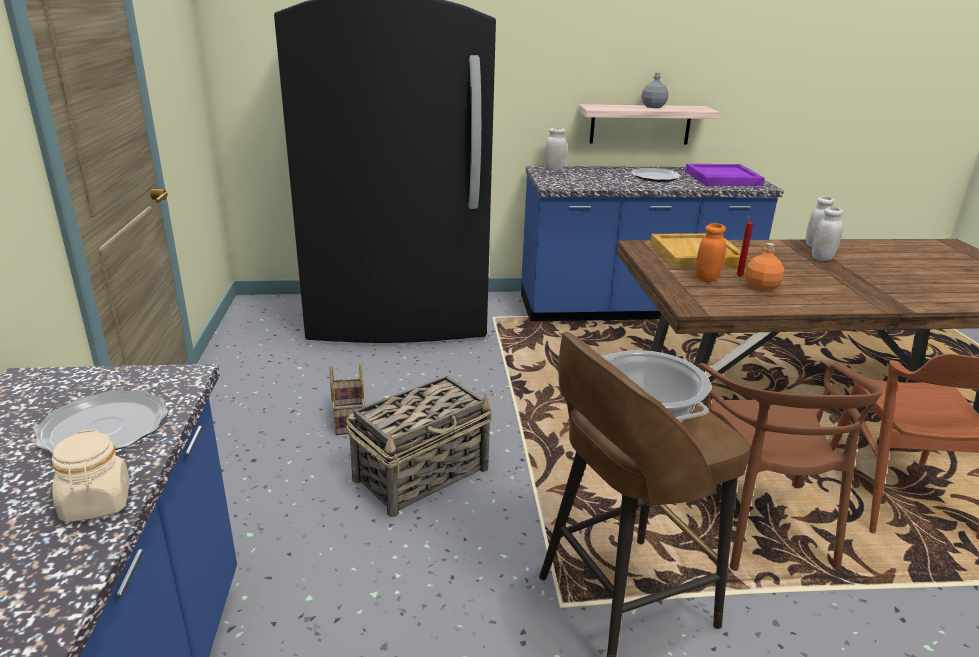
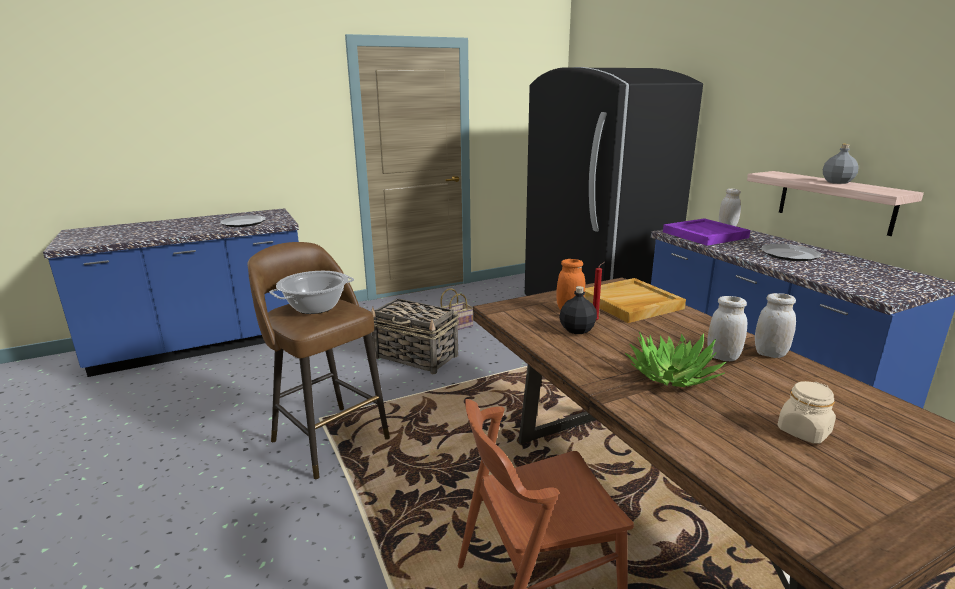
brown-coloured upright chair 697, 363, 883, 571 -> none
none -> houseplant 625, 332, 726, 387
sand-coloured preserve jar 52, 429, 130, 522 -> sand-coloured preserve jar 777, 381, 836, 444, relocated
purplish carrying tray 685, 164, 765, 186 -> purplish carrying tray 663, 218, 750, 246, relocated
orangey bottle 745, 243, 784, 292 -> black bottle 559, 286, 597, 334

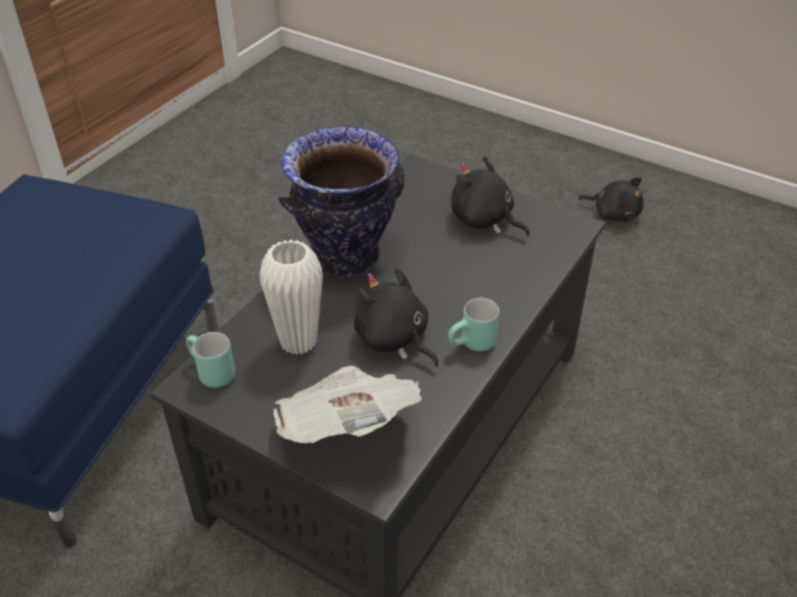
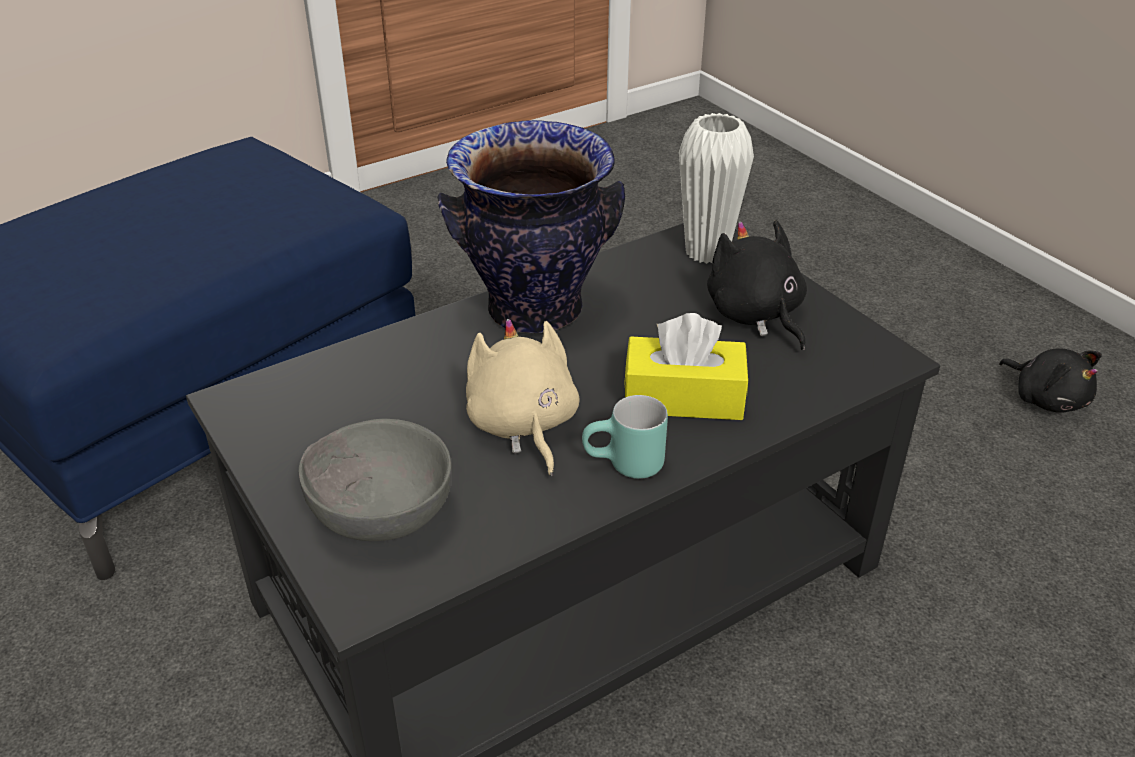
turquoise mug 186, 332, 235, 388 -> none
none -> yellow tissue holder 624, 313, 748, 420
whitish vase 260, 240, 323, 355 -> whitish vase 679, 113, 754, 264, relocated
newspaper 273, 366, 422, 443 -> greyish bowl 299, 419, 452, 541
black cuddly toy 354, 268, 439, 367 -> sand-coloured cuddly toy 466, 319, 580, 476

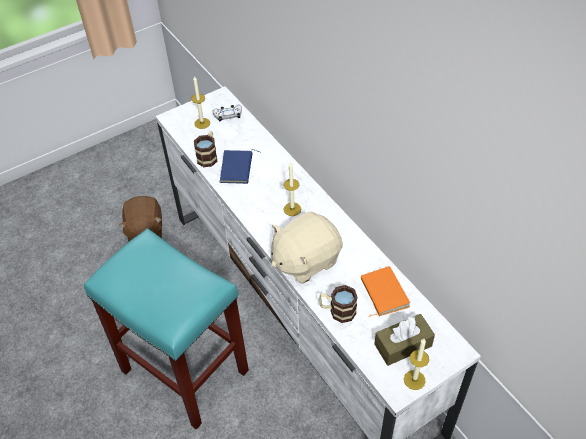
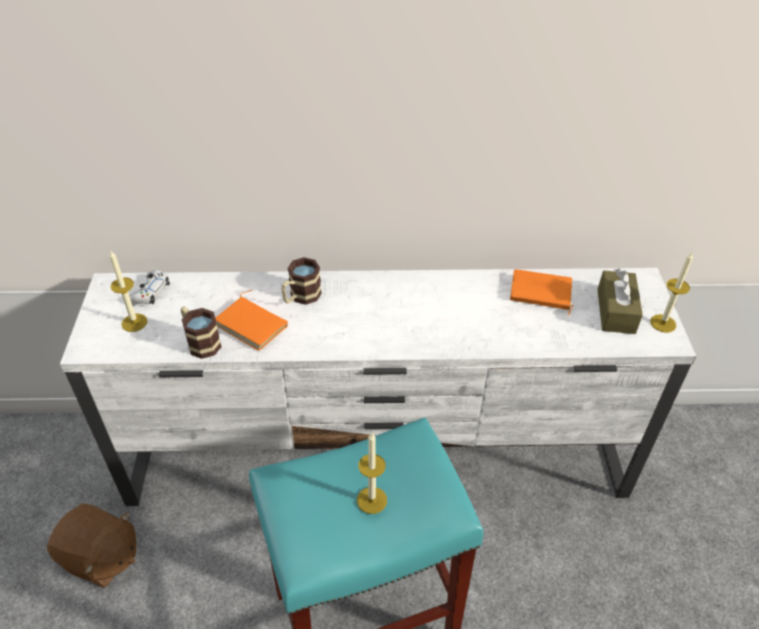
sand-coloured cuddly toy 271, 212, 343, 284 -> none
candle 284, 162, 301, 216 -> candle 357, 433, 387, 514, relocated
mug 319, 285, 358, 323 -> mug 281, 257, 322, 305, relocated
blue volume 219, 149, 260, 184 -> orangey volume 216, 290, 288, 351

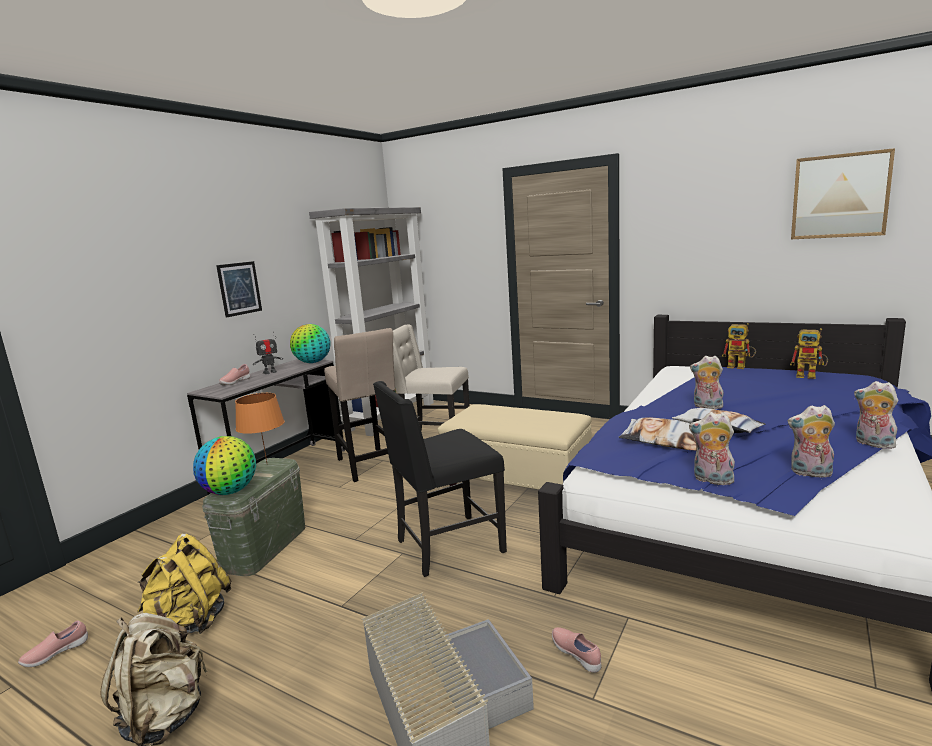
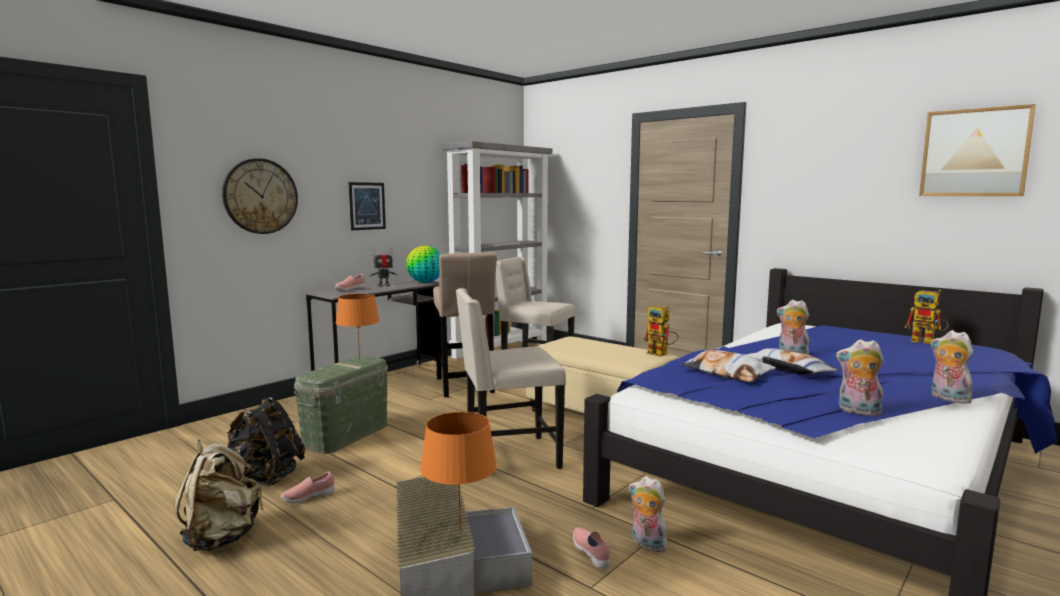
globe 193, 436, 256, 495 -> none
none -> hanging clock 222, 158, 298, 234
none -> orangey tabletop lamp 420, 412, 497, 531
pink-coloured item of footwear 18, 621, 88, 667 -> pink-coloured item of footwear 281, 472, 335, 504, relocated
cuddly toy 689, 412, 735, 485 -> cuddly toy 629, 476, 667, 552, relocated
model robot 722, 323, 756, 369 -> model robot 643, 306, 679, 357, relocated
yellow knapsack 137, 534, 232, 634 -> black knapsack 227, 397, 306, 486
black upright chair 373, 381, 507, 577 -> sand-coloured upright chair 456, 288, 566, 469

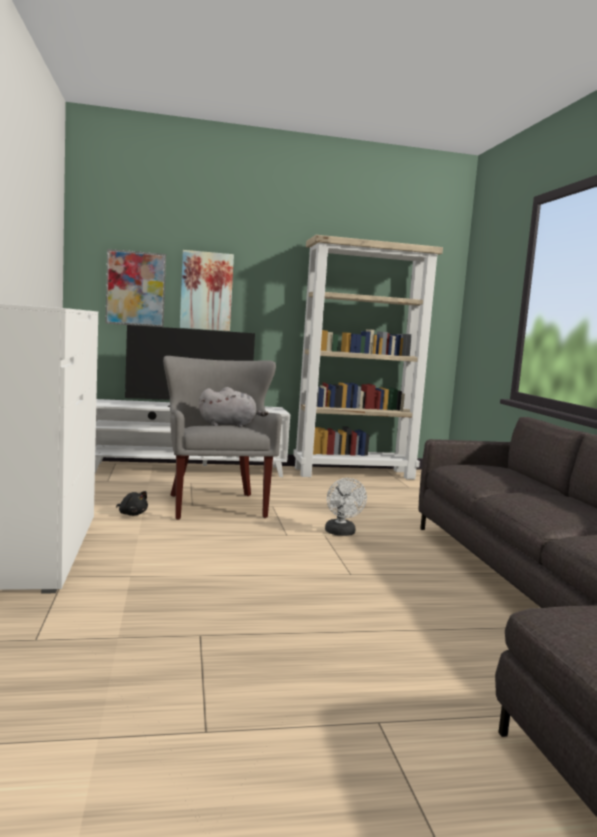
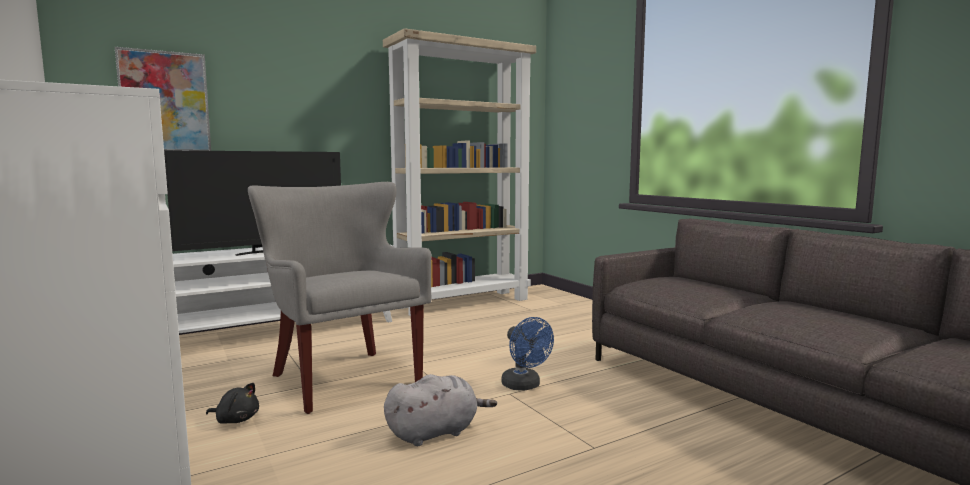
wall art 180, 250, 234, 331 -> none
greyish cuddly toy 199, 387, 269, 427 -> greyish cuddly toy 384, 374, 497, 446, relocated
whitish cooling fan 325, 478, 367, 536 -> blue cooling fan 501, 317, 554, 391

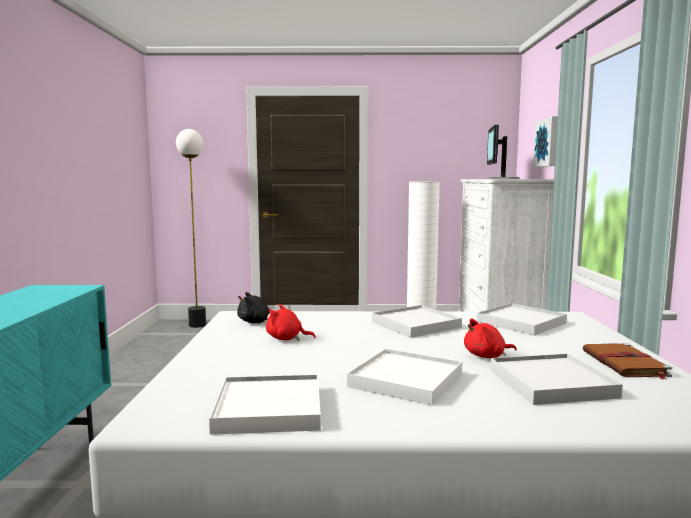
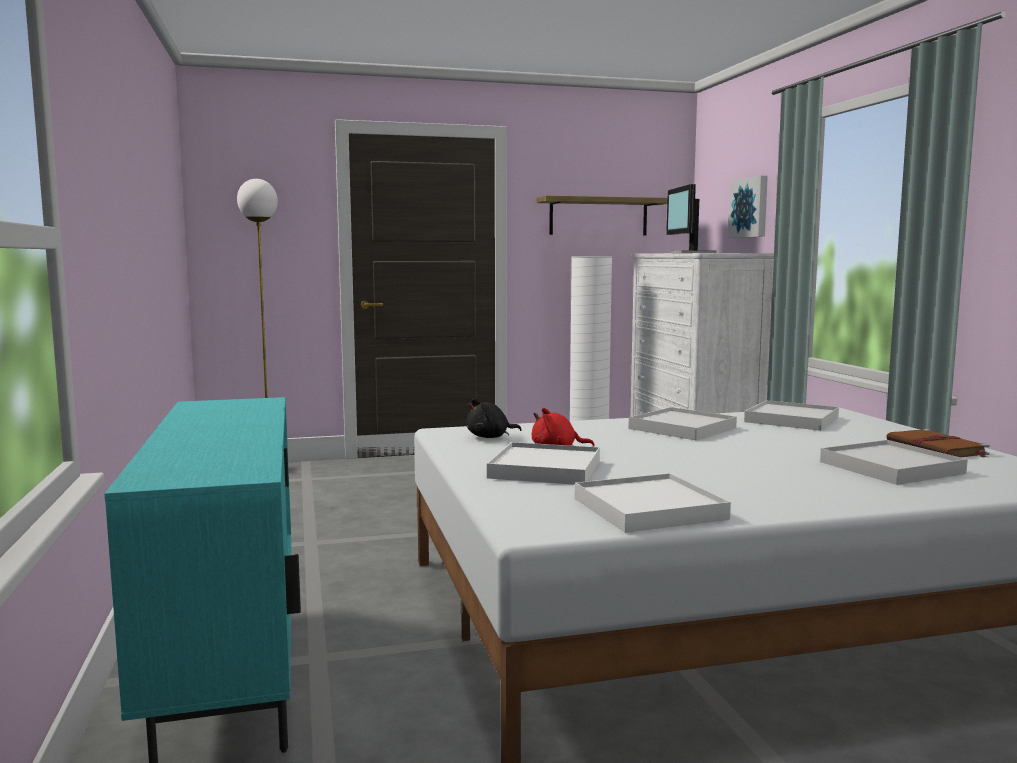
red cuddly toy 464, 319, 517, 358 -> none
none -> bracket shelf 537, 196, 667, 235
whitish carrying tray 347, 348, 462, 406 -> whitish carrying tray 487, 442, 600, 485, relocated

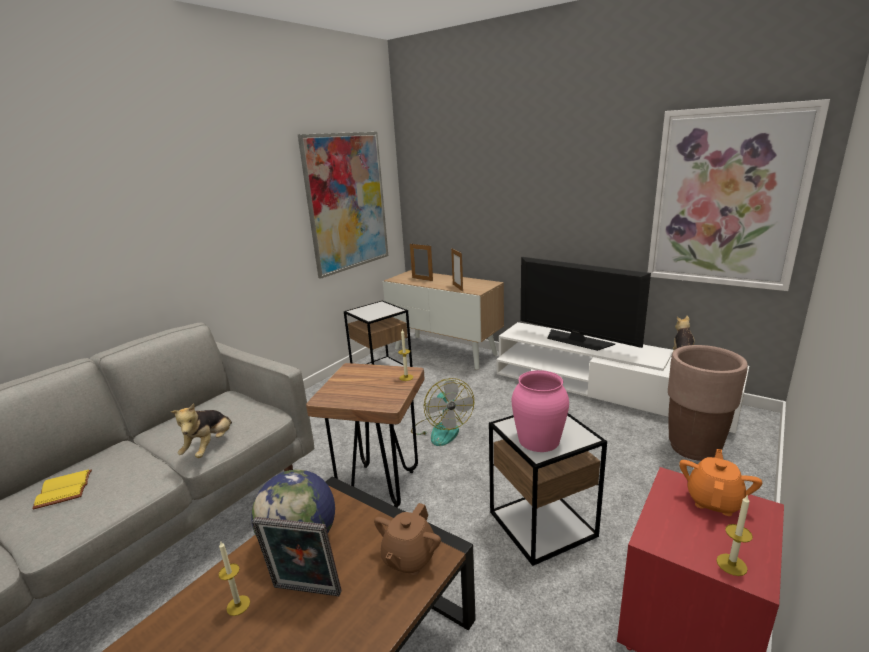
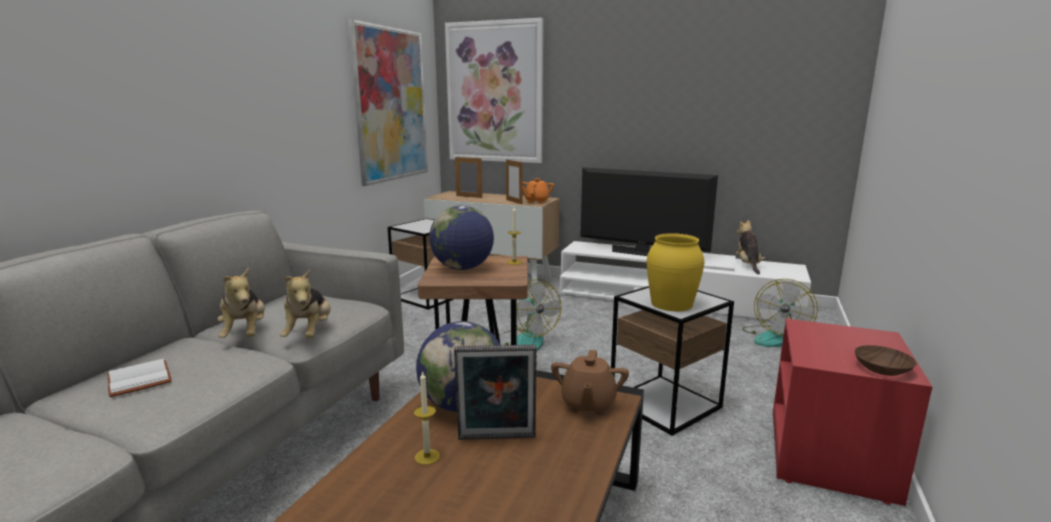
none -> cuddly toy 218, 268, 265, 338
none -> globe 429, 206, 494, 270
wall art 648, 99, 830, 291 -> wall art 445, 18, 543, 163, relocated
orangey teapot 679, 449, 762, 516 -> orangey teapot 522, 178, 554, 204, relocated
brown-coloured flower pot 668, 345, 748, 461 -> cooling fan 742, 279, 818, 347
candle 716, 494, 753, 576 -> brown-coloured bowl 854, 345, 917, 376
yellow volume 32, 469, 92, 510 -> whitish volume 107, 359, 172, 397
pink-coloured vase 512, 370, 569, 452 -> yellow vase 647, 233, 704, 311

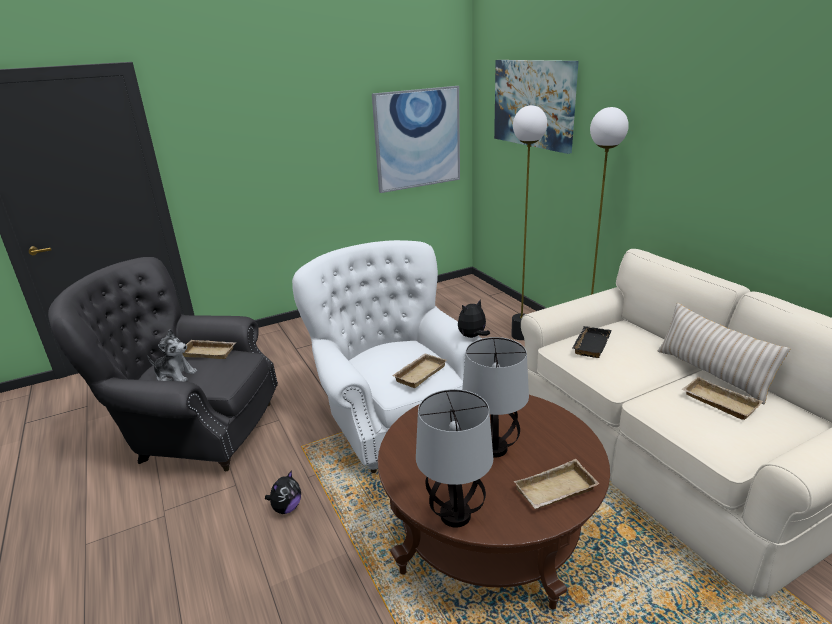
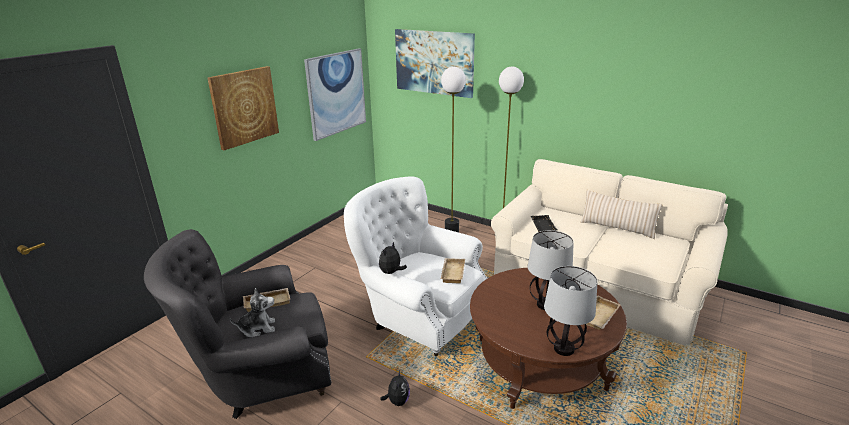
sand-coloured carrying tray 682, 377, 763, 420 -> none
none -> wall art 207, 66, 279, 150
cuddly toy 458, 299, 490, 338 -> cuddly toy 379, 242, 407, 274, relocated

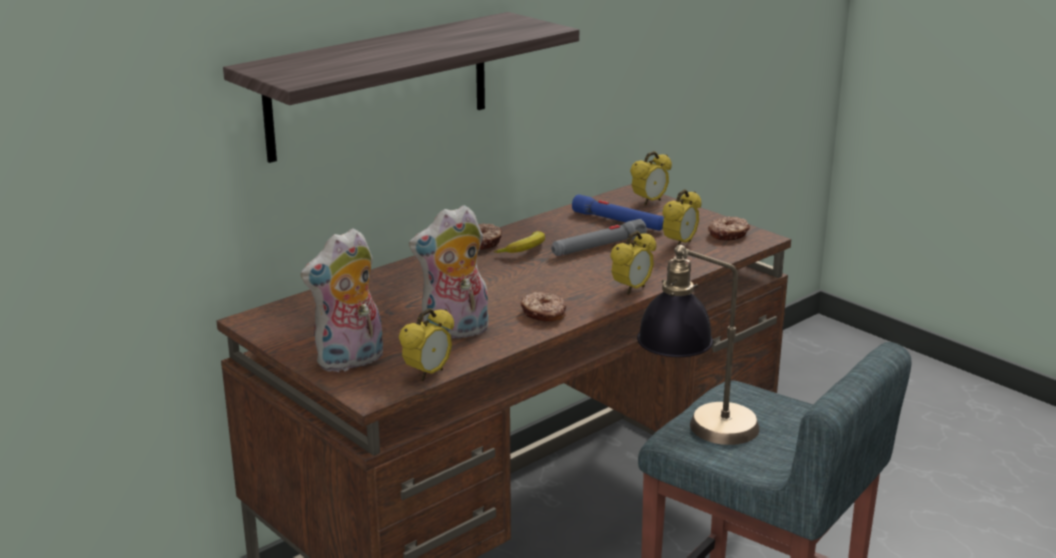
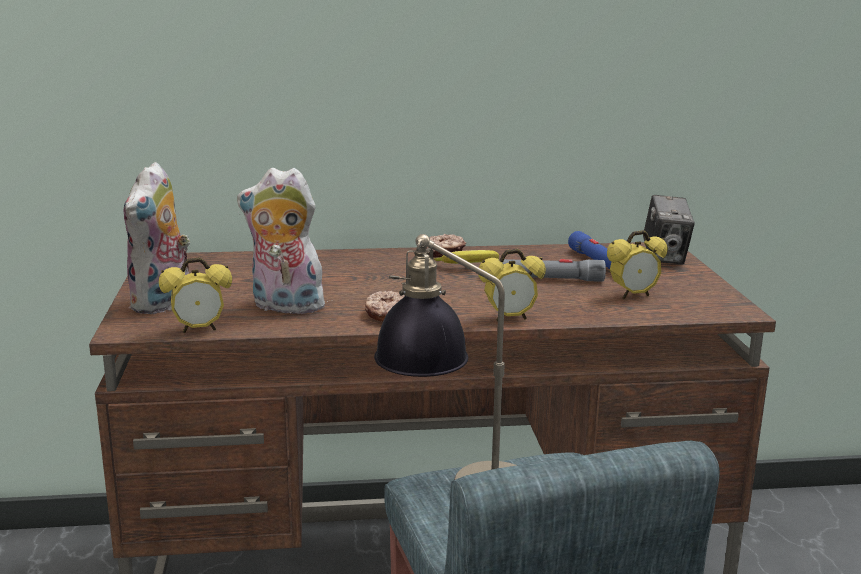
bracket shelf 223, 12, 579, 163 -> none
ring doughnut 708, 216, 750, 240 -> none
bedside clock 630, 151, 672, 206 -> still camera 643, 195, 695, 264
cuddly toy 300, 228, 383, 372 -> cuddly toy 124, 162, 191, 314, 75 degrees counterclockwise

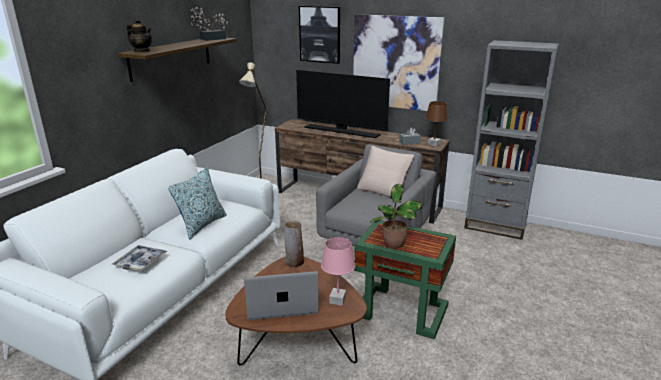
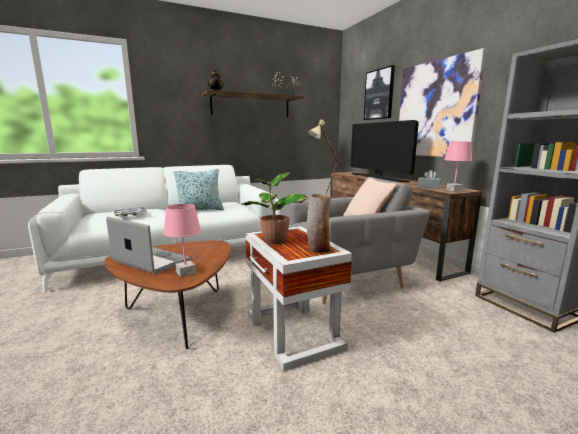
vase 285, 221, 304, 267 -> vase 307, 194, 331, 253, relocated
green-coloured end table 354, 220, 456, 339 -> whitish end table 246, 226, 352, 371
brown-coloured tabletop lamp 425, 101, 448, 146 -> pink-coloured tabletop lamp 444, 142, 472, 192

